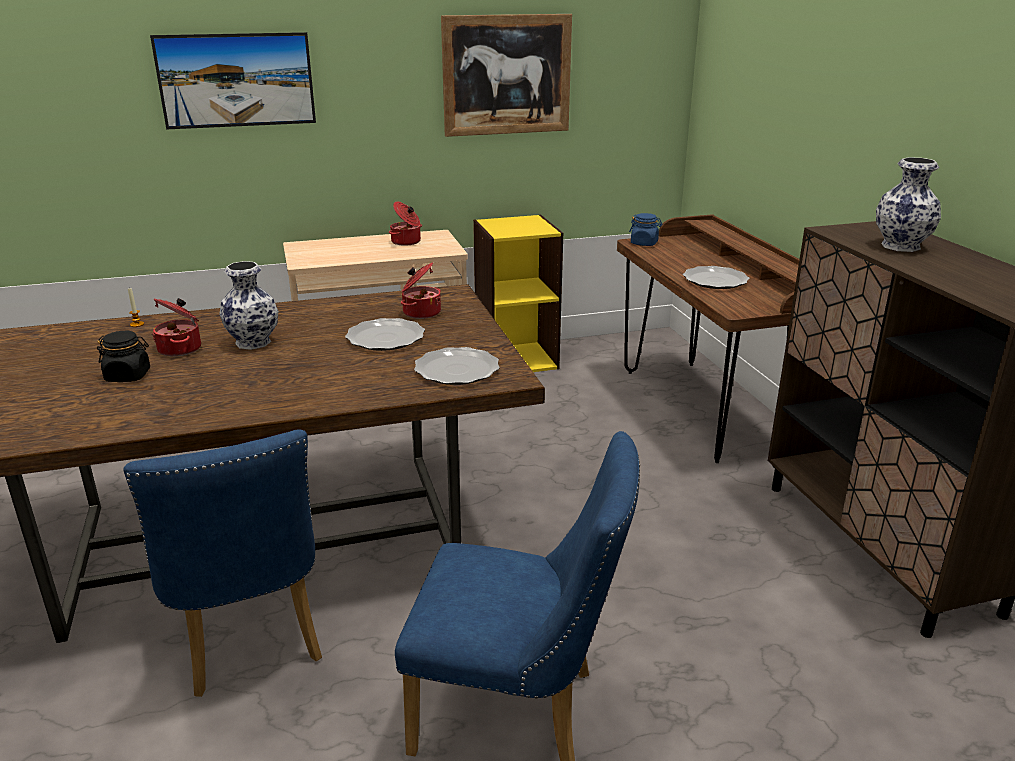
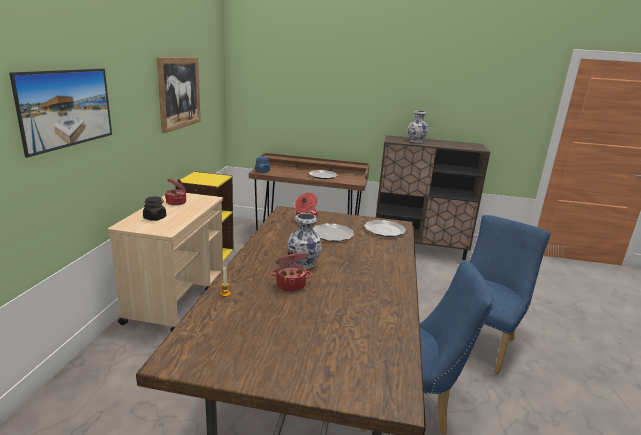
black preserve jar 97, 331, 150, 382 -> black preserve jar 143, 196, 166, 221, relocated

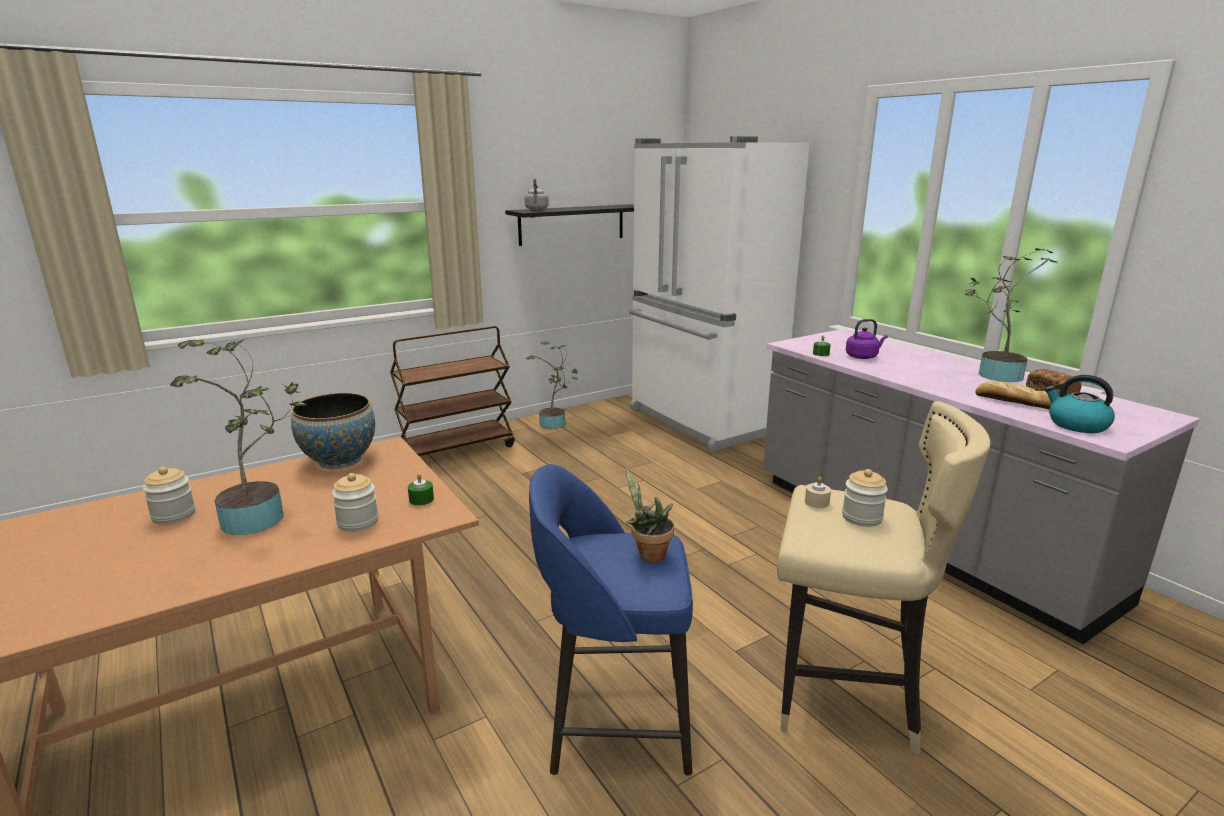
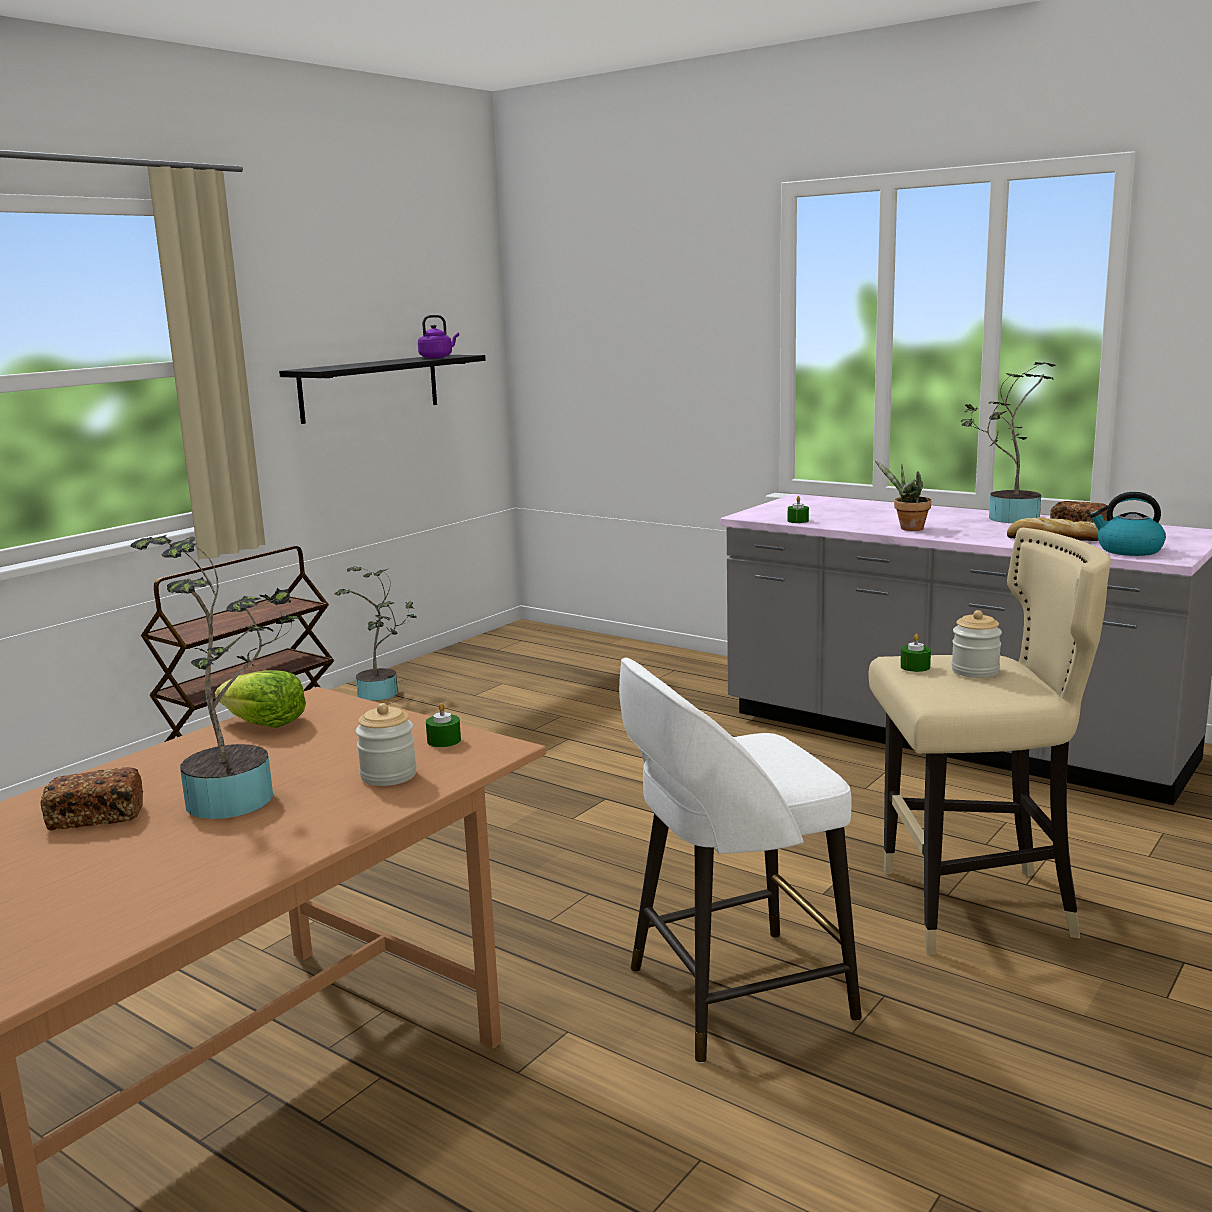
greyish kettle 525, 178, 549, 210 -> none
whitish fridge 629, 136, 810, 452 -> none
houseplant 626, 468, 674, 563 -> houseplant 875, 461, 931, 531, relocated
purplish kettle 846, 319, 888, 359 -> purplish kettle 418, 315, 459, 358, relocated
preserve jar 143, 467, 195, 524 -> bakery bread 41, 767, 143, 831
bowl 291, 393, 375, 469 -> head of lettuce 215, 670, 306, 728
blue sitting stool 529, 464, 693, 776 -> whitish sitting stool 619, 658, 862, 1063
sand-coloured candle 805, 477, 831, 508 -> green-coloured candle 900, 634, 931, 672

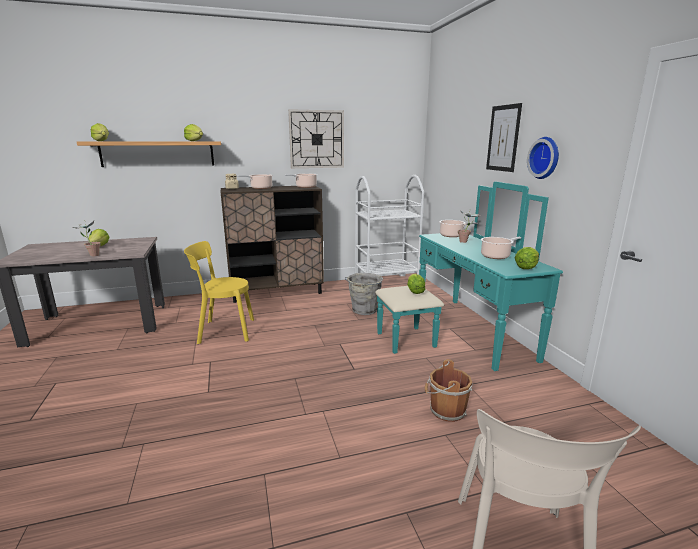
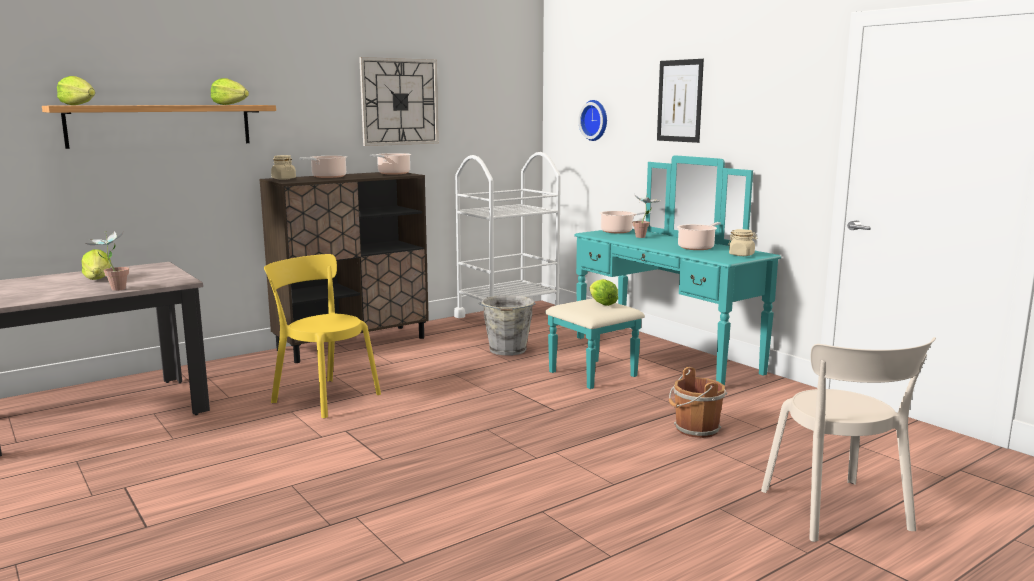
hanging clock 527, 137, 559, 179 -> hanging clock 578, 100, 607, 141, relocated
head of lettuce 515, 247, 539, 269 -> sand-coloured preserve jar 728, 229, 758, 256
yellow upright chair 184, 241, 254, 344 -> yellow upright chair 264, 254, 381, 419, 60 degrees clockwise

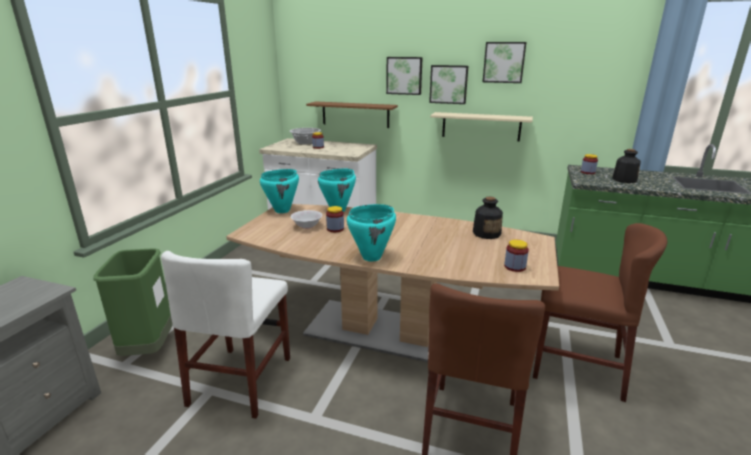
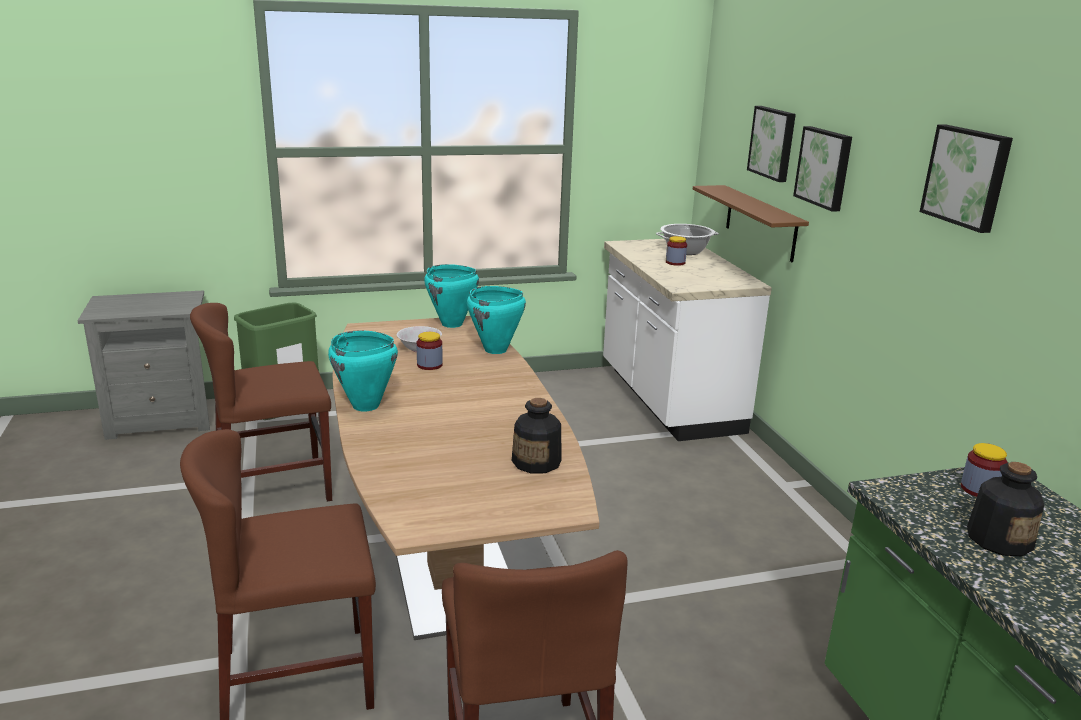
sand-coloured bracket shelf 430, 112, 533, 142 -> none
preserve jar 504, 240, 529, 272 -> none
wall art 429, 65, 468, 104 -> wall art 747, 106, 796, 182, relocated
whitish upright chair 161, 251, 290, 418 -> brown-coloured upright chair 190, 303, 332, 502

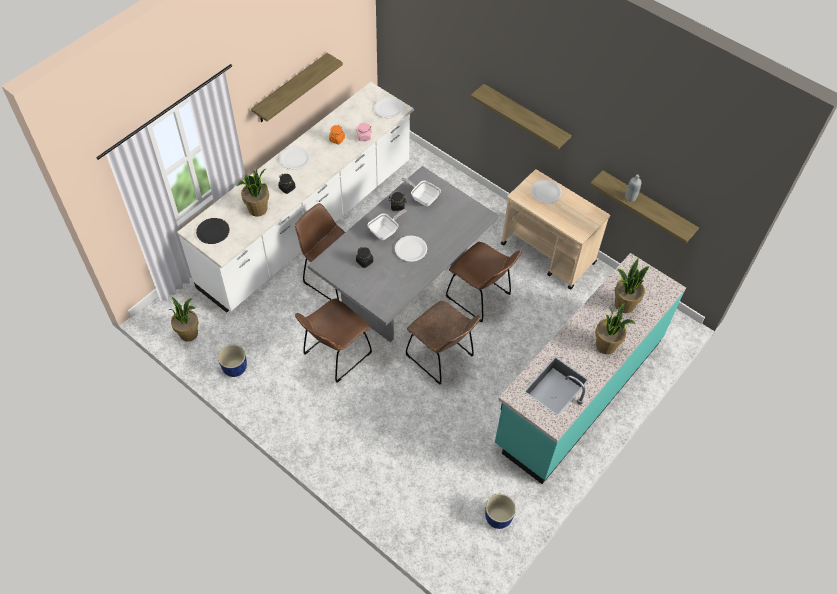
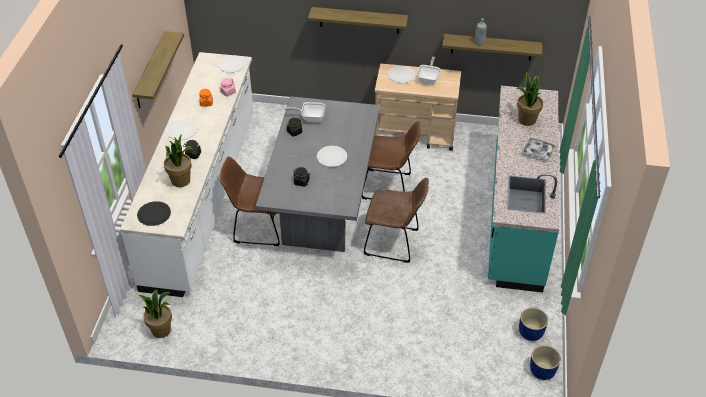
brown-coloured upright chair 295, 299, 372, 383 -> none
blue flower pot 218, 345, 247, 377 -> blue flower pot 530, 345, 561, 380, relocated
frying pan 368, 209, 407, 240 -> frying pan 417, 57, 441, 85, relocated
houseplant 595, 303, 635, 354 -> carrying tray 522, 137, 556, 161

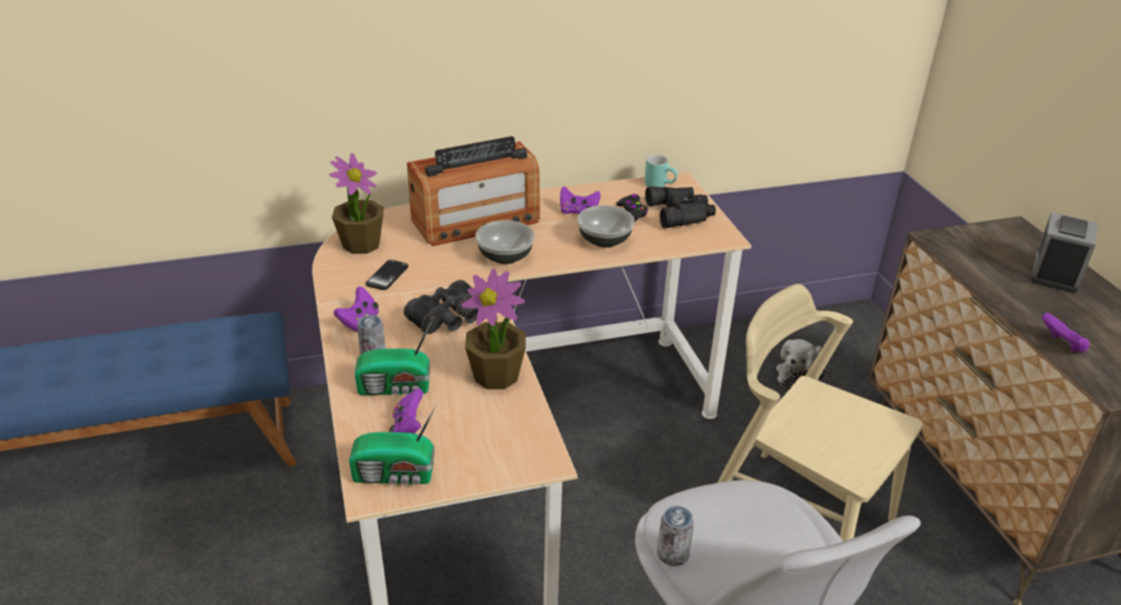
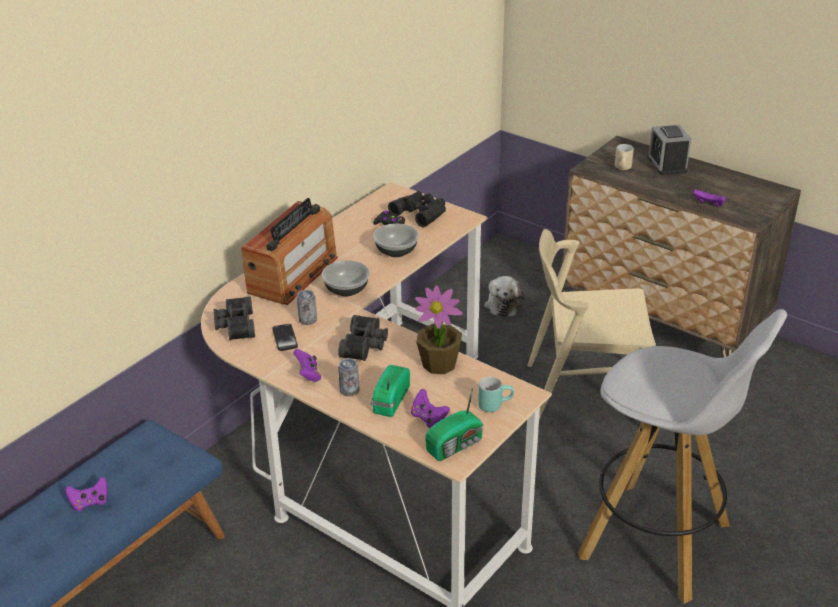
none -> sand-coloured mug 615, 144, 634, 170
purplish joypad 560, 186, 601, 214 -> purplish joypad 65, 477, 108, 511, relocated
turquoise mug 645, 155, 678, 187 -> turquoise mug 478, 377, 514, 412, relocated
metal can 657, 506, 694, 566 -> metal can 297, 290, 317, 325, relocated
houseplant 329, 153, 384, 254 -> black binoculars 214, 296, 255, 340
radio 355, 321, 432, 395 -> radio 371, 365, 410, 417, 150 degrees clockwise

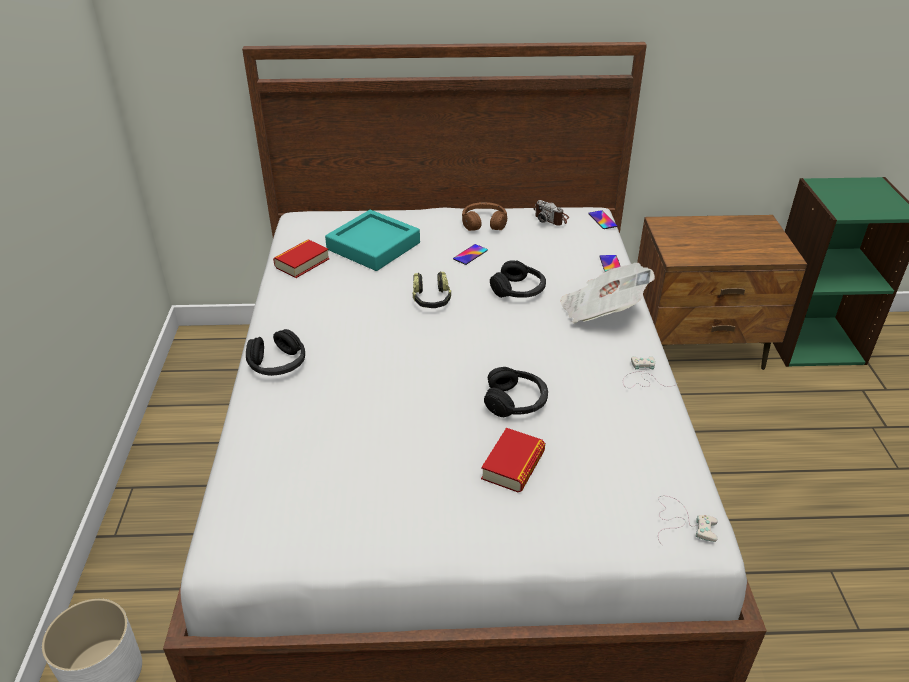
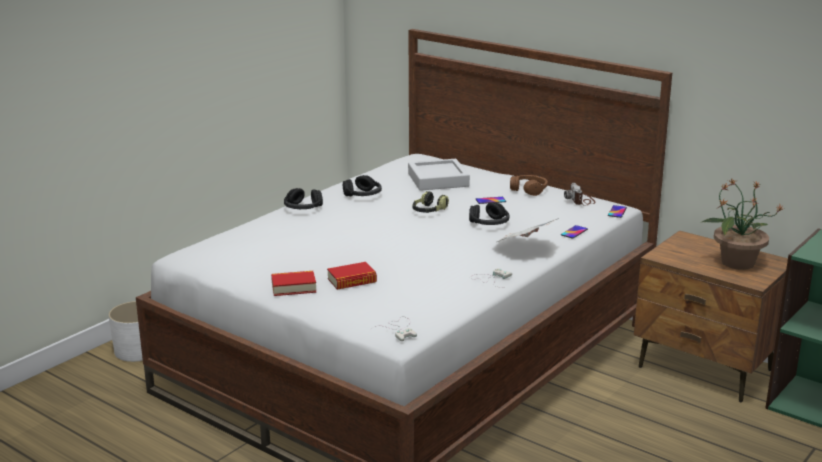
none -> houseplant 702, 178, 782, 270
volume 273, 239, 329, 278 -> volume 271, 271, 317, 296, relocated
black headset 484, 367, 548, 417 -> black headset 343, 175, 382, 196, relocated
turquoise carrying tray 325, 210, 420, 271 -> greyish carrying tray 408, 159, 470, 191

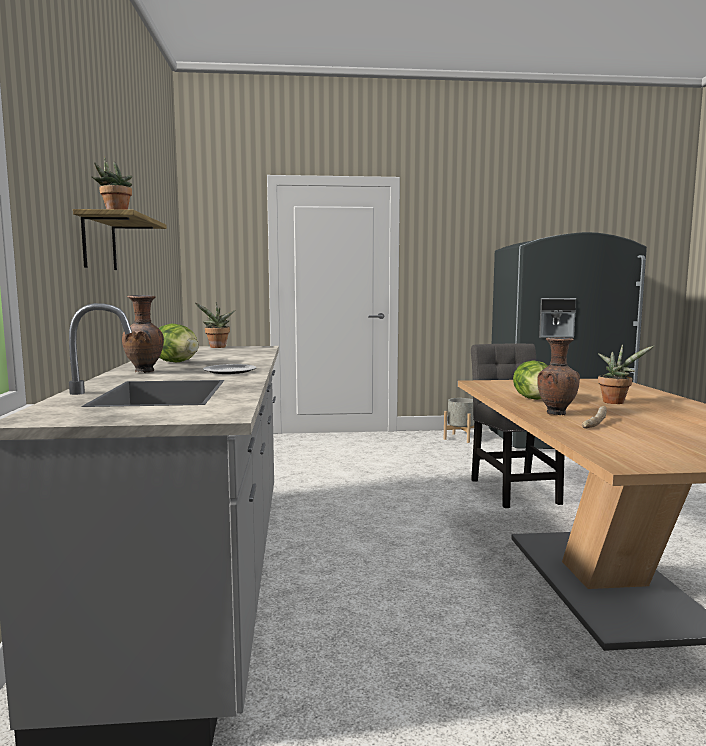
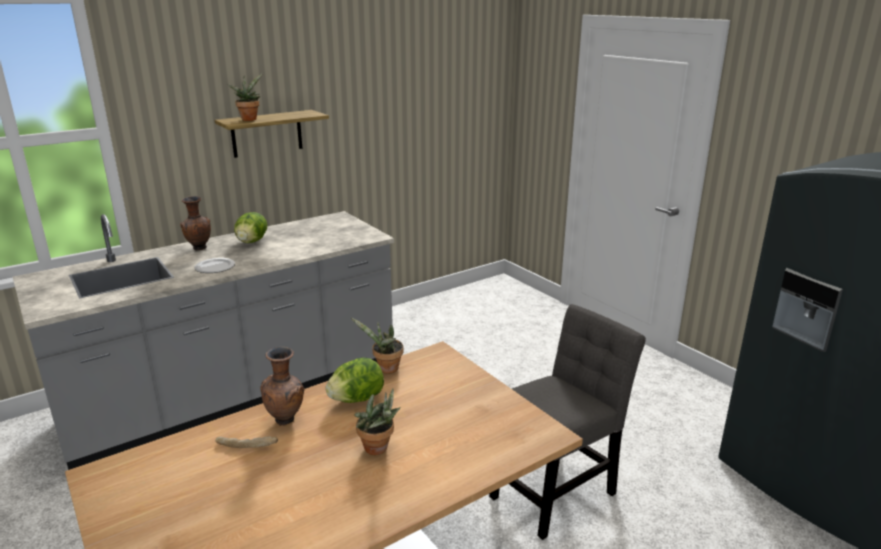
greyish flower pot 444, 398, 474, 443 -> none
houseplant 195, 302, 235, 348 -> houseplant 351, 318, 404, 373, relocated

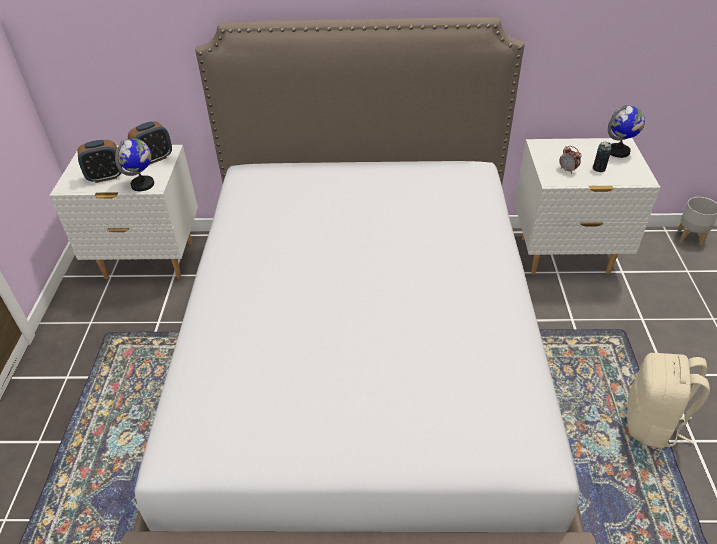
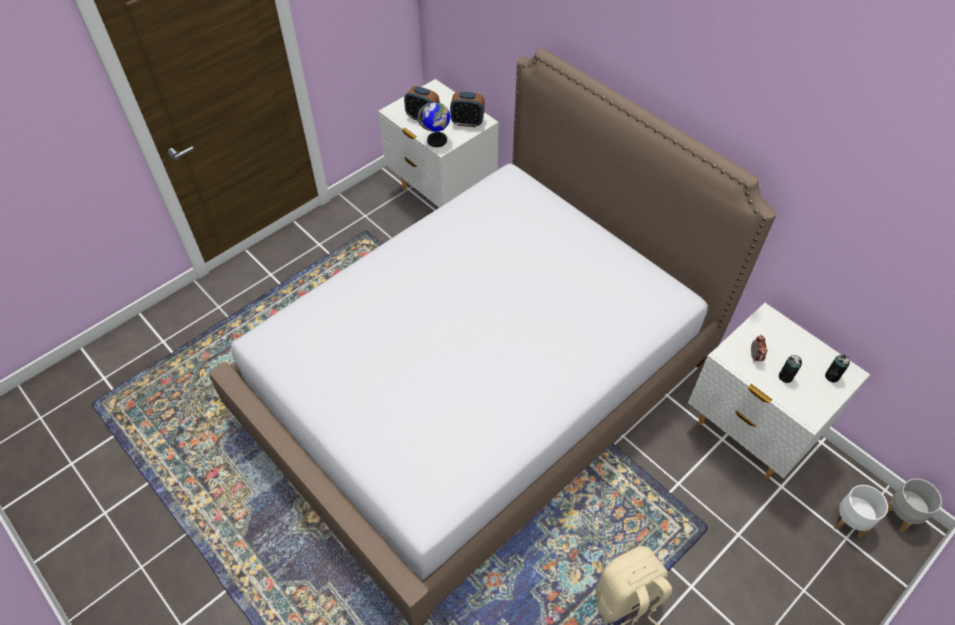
none -> whitish flower pot 834, 485, 888, 539
globe 608, 105, 645, 158 -> metal can 825, 355, 850, 382

